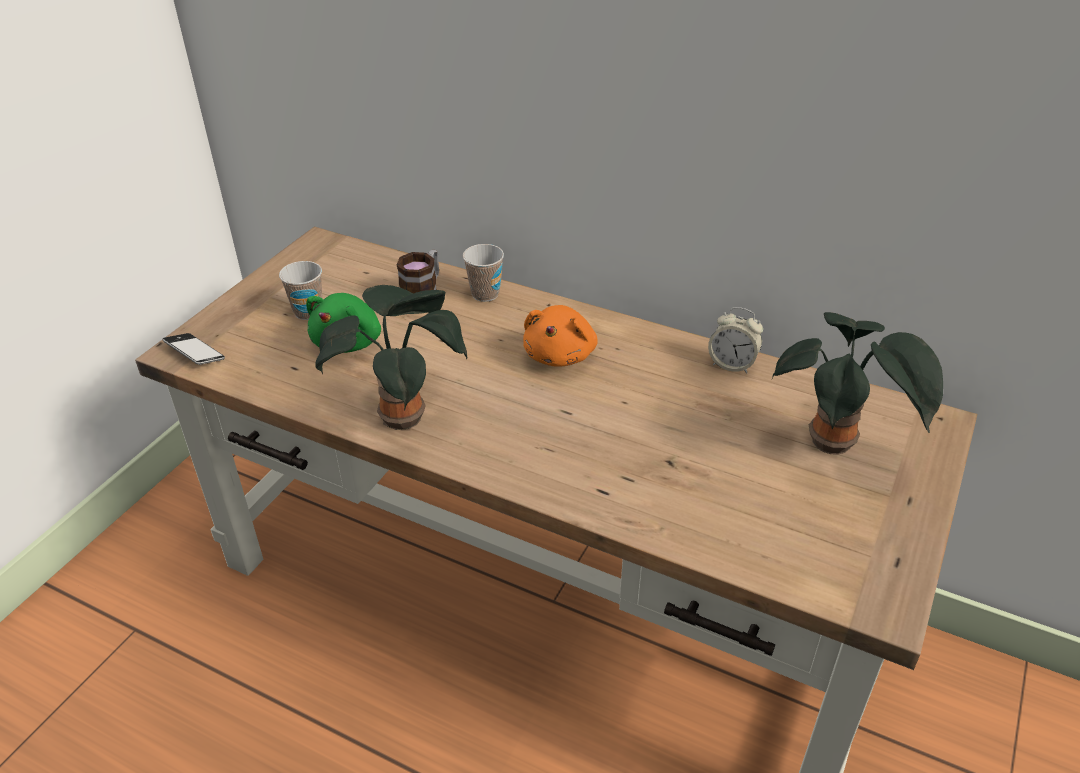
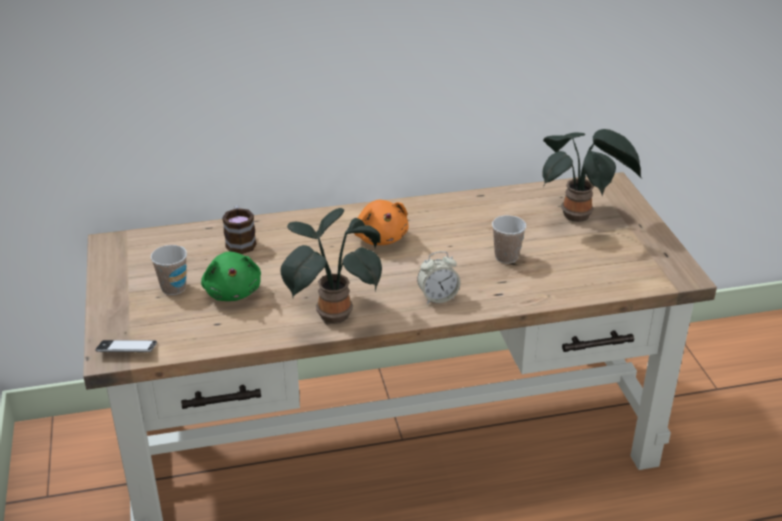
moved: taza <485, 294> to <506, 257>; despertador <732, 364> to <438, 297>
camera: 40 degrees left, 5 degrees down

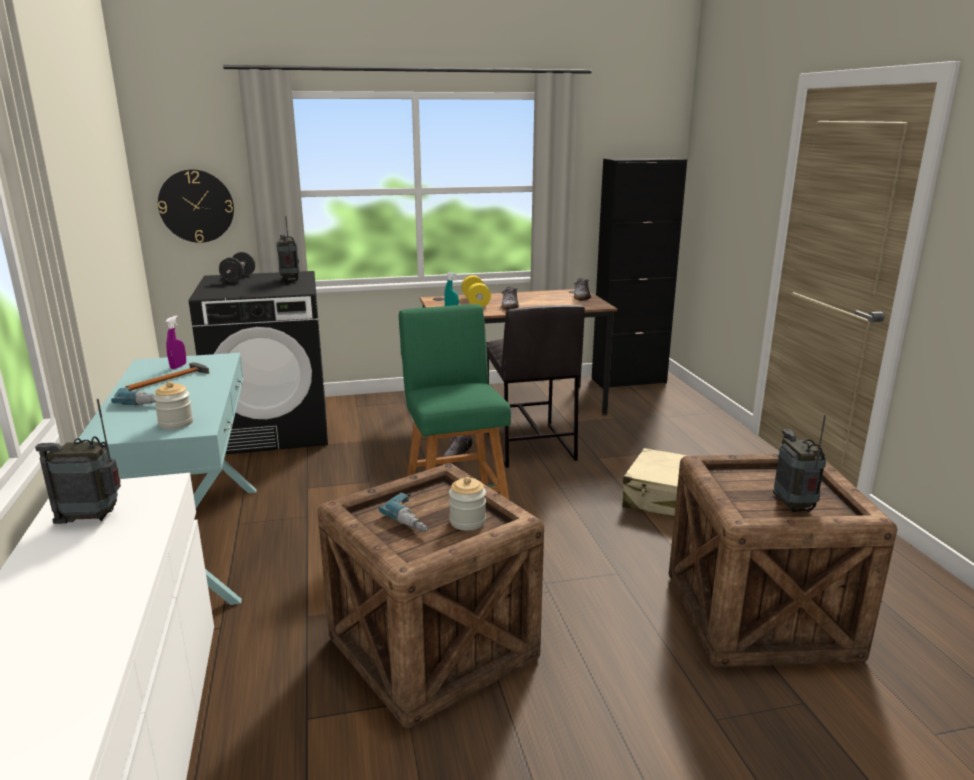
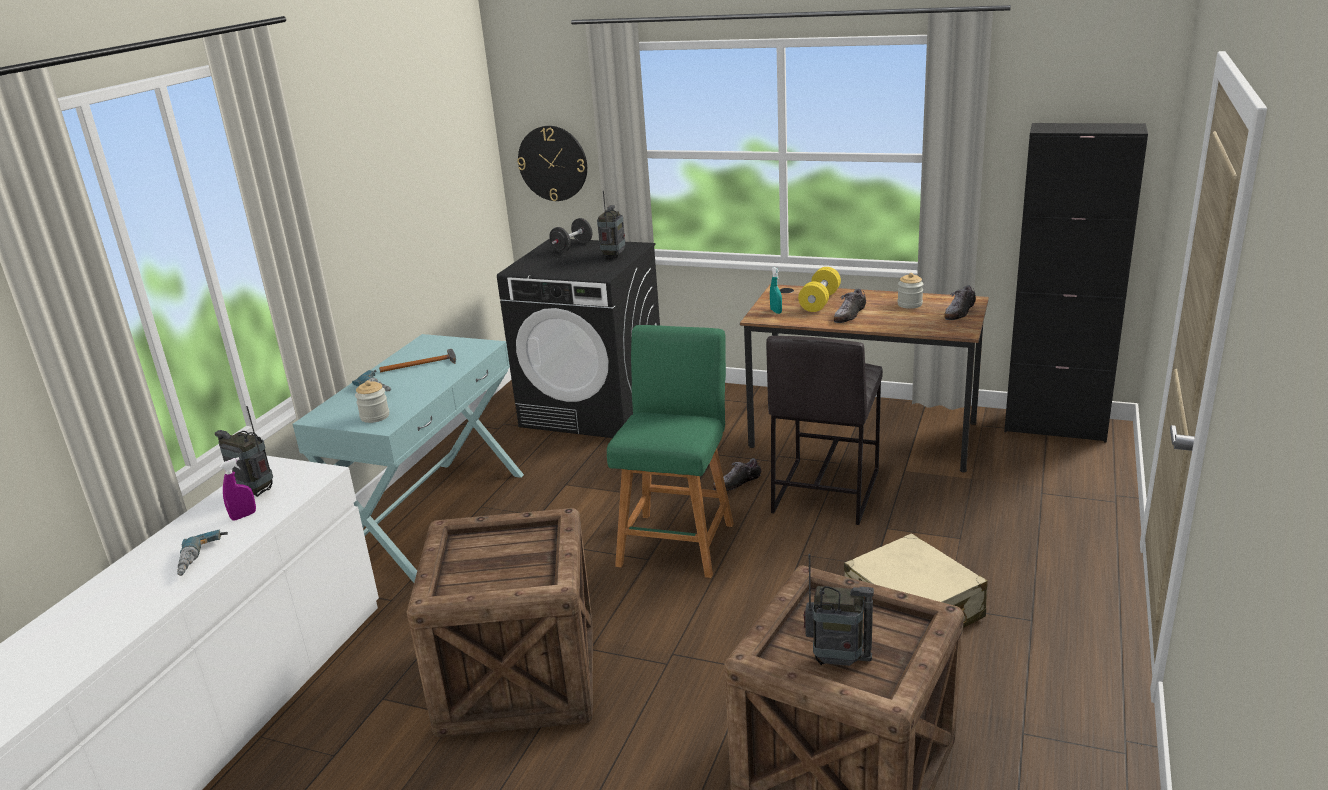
moved: pulverizador (morado) <178, 366> to <244, 516>; tarro <467, 521> to <909, 304>; taladro <413, 519> to <203, 559>
turned: radio <793, 506> = <837, 661> 75 degrees clockwise
camera: 35 degrees right, 5 degrees up

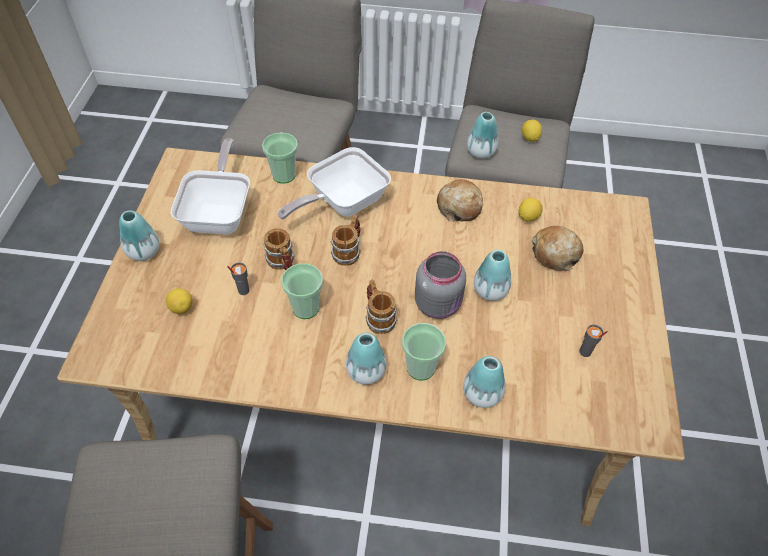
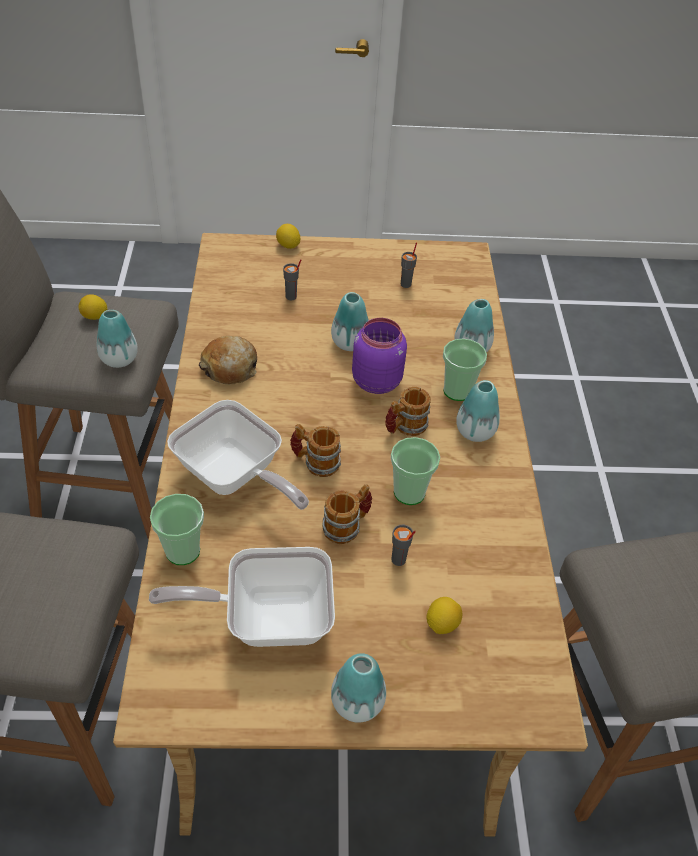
moved: limón <528, 217> to <288, 246>
replaced: pan <555, 253> to taza (gris) <291, 297>
recoloured: tarro (gris) <439, 304> to tarro (morado) <376, 380>
camera: 100 degrees left, 5 degrees down

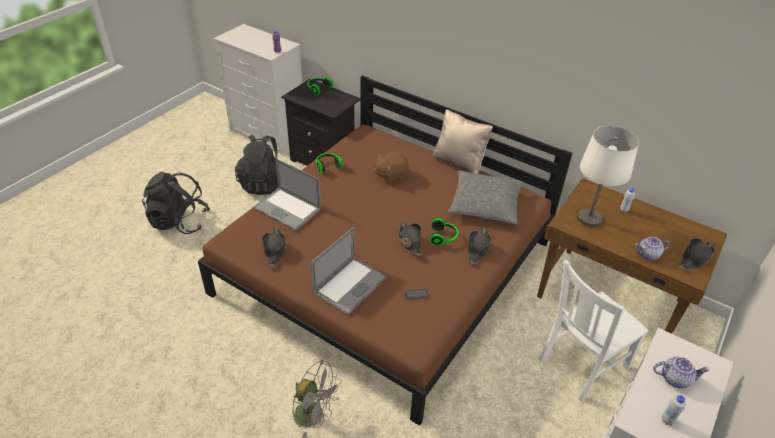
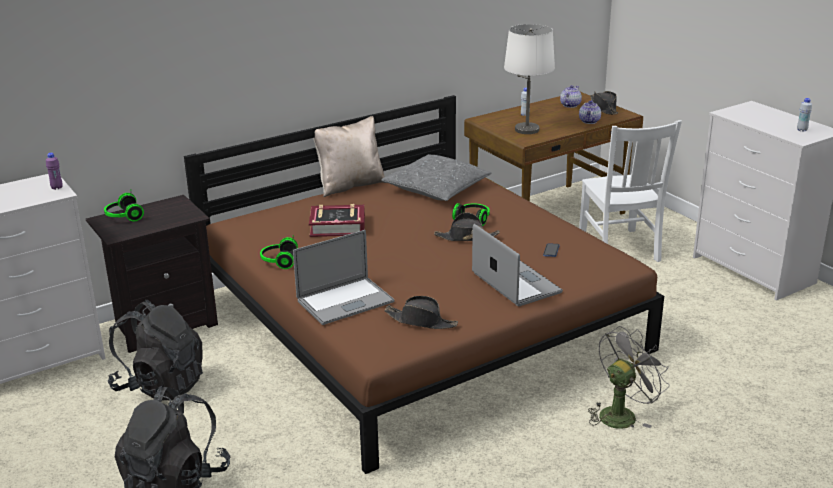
removed: sombrero (negro) <478, 249>
moved: tetera <675, 378> to <570, 105>
replaced: peluche (marrón) <391, 175> to libro <337, 226>
camera: 65 degrees left, 15 degrees down

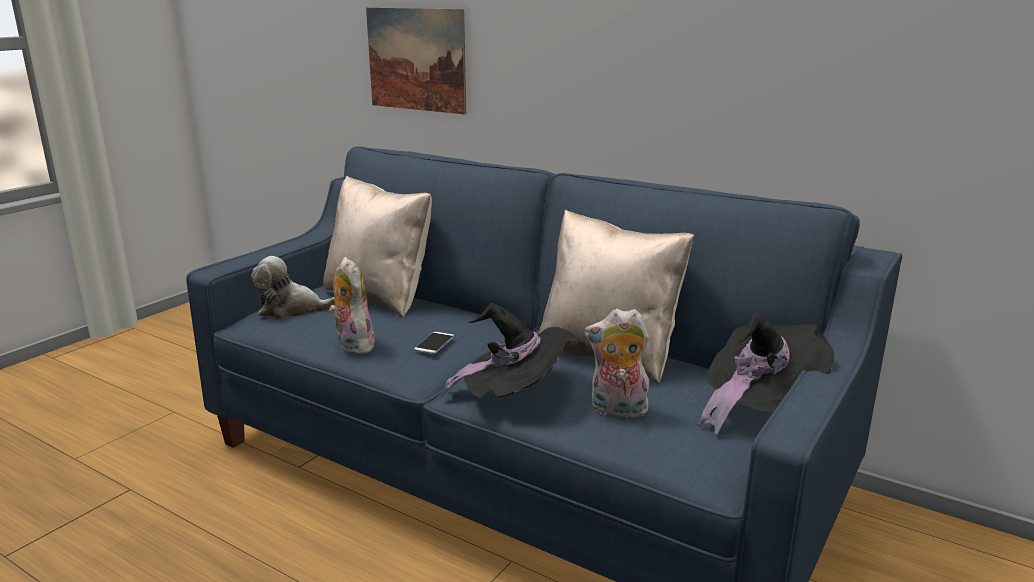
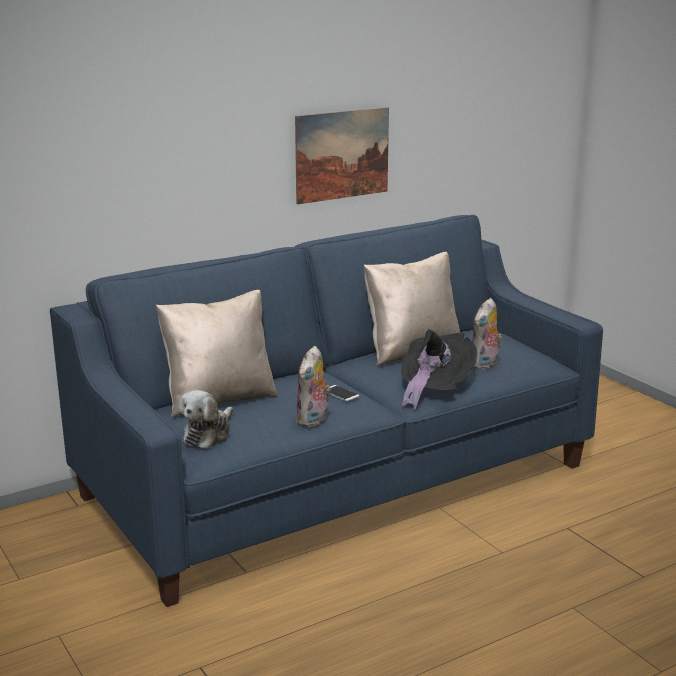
removed: sombrero (negro) <757, 405>
moved: cuadro <416, 59> to <342, 154>
turned: peluche <352, 345> = <313, 420> 60 degrees counterclockwise
camera: 65 degrees left, 0 degrees up

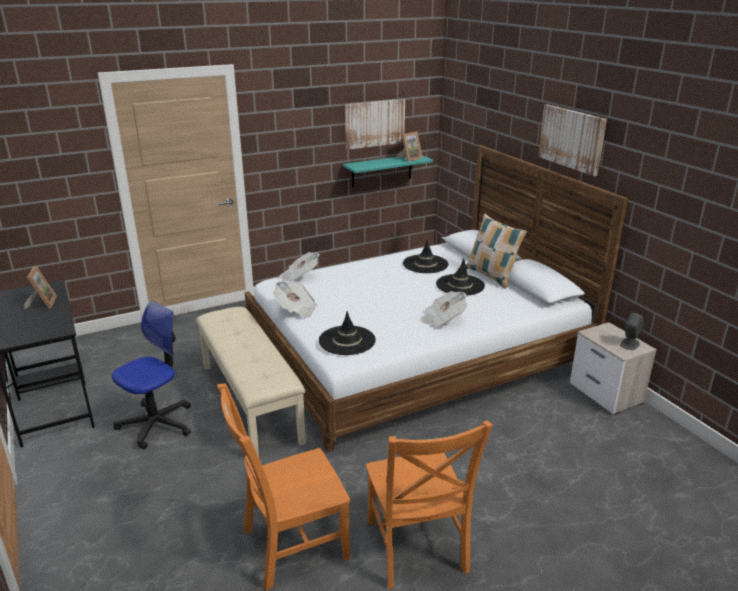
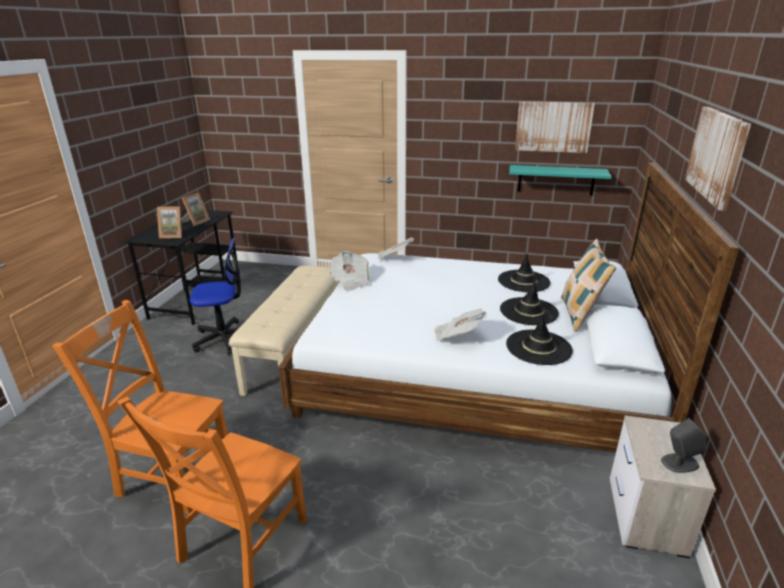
moved: portarretratos <409, 158> to <173, 235>; sombrero (negro) <347, 340> to <538, 347>
camera: 40 degrees right, 0 degrees up

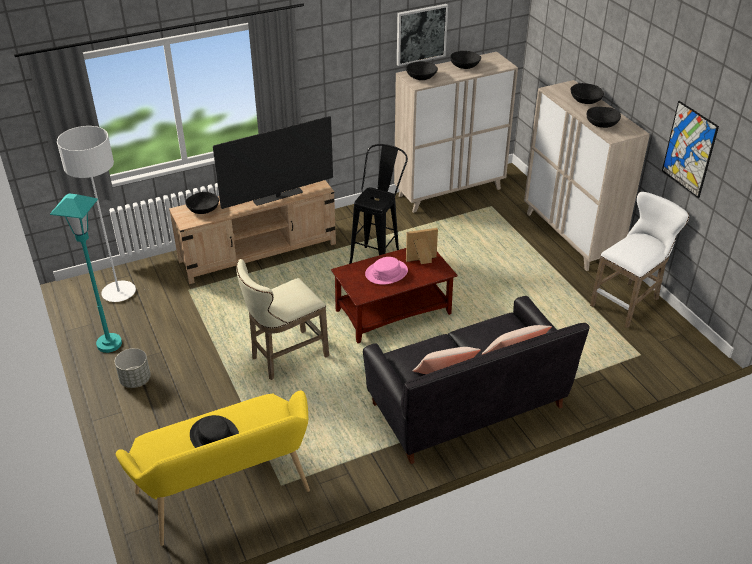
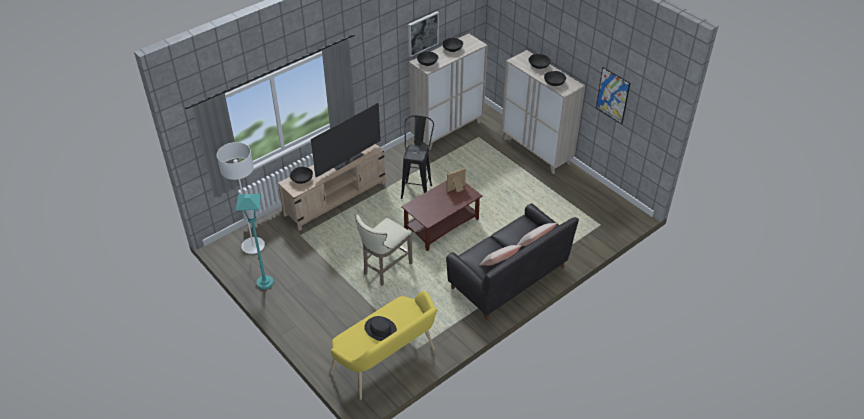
removed: taburete (blanco) <629, 302>; sombrero (rosa) <386, 272>; maceta (gris) <135, 380>
camera: 15 degrees left, 5 degrees up

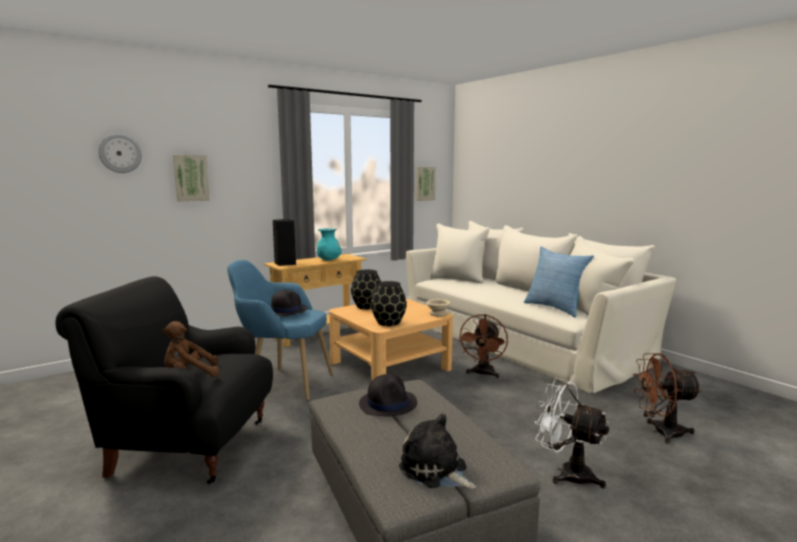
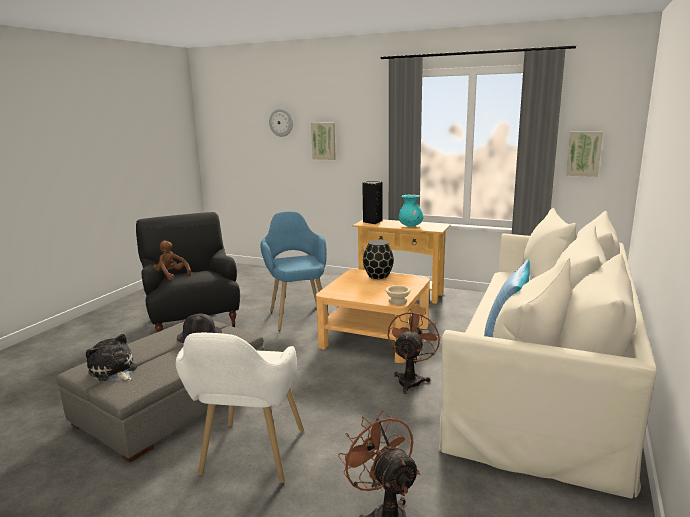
removed: florero (negro) <388, 322>; sombrero (negro) <286, 310>
replaced: ventilador (blanco) <567, 473> to sillón (blanco) <249, 461>
turned: ventilador (marrón) <483, 374> = <411, 379> 120 degrees clockwise; peluche <435, 470> = <114, 371> 60 degrees counterclockwise
camera: 60 degrees right, 5 degrees up

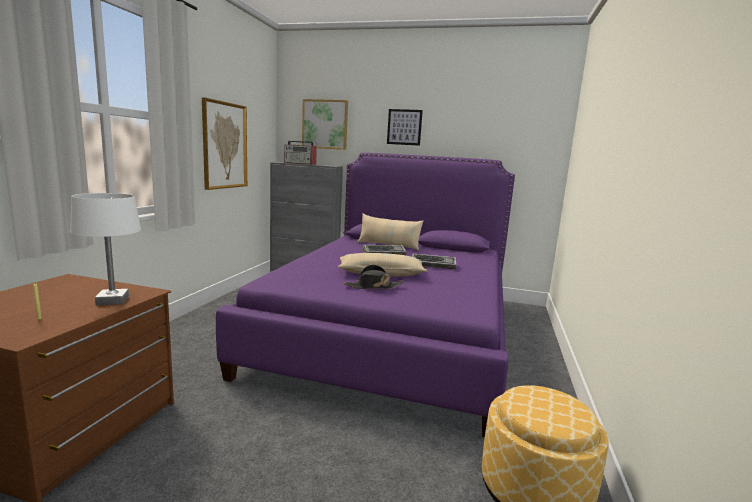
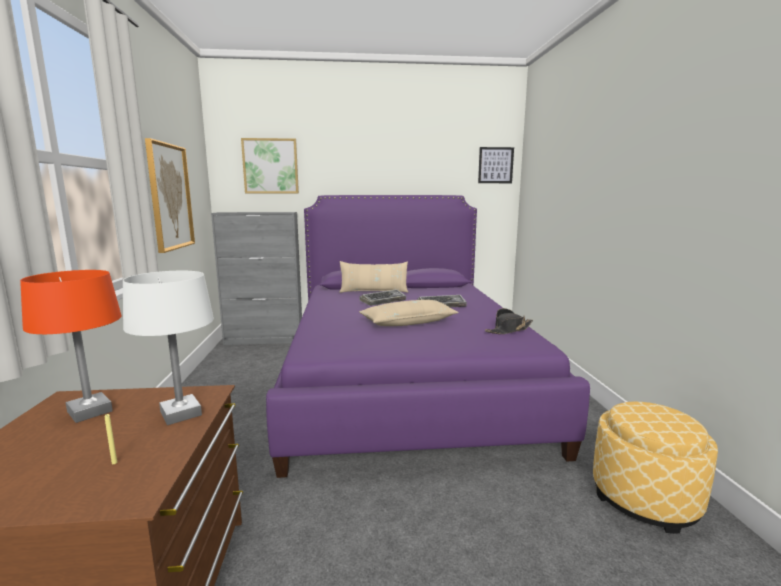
removed: radio <300, 163>
added: lámpara de mesa (naranja) <89, 411>
moved: cuadro <404, 127> to <495, 165>; sombrero (negro) <373, 287> to <509, 330>
camera: 20 degrees left, 0 degrees up

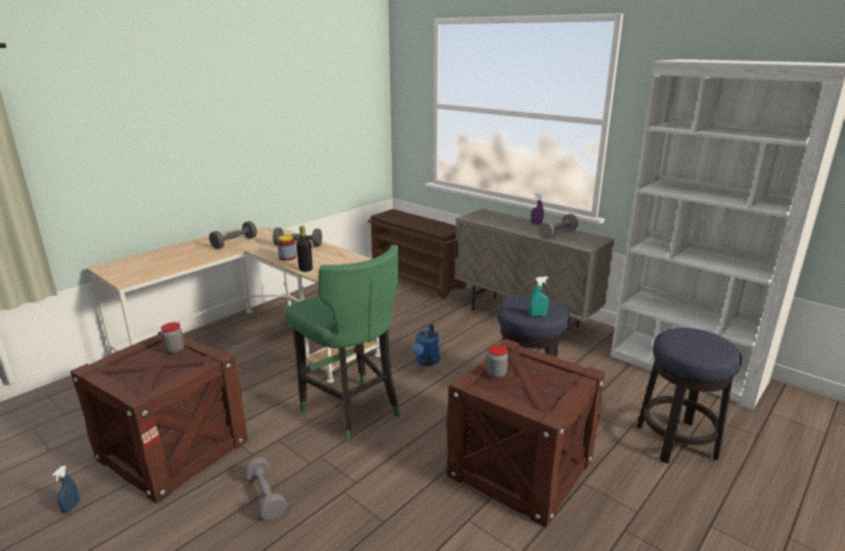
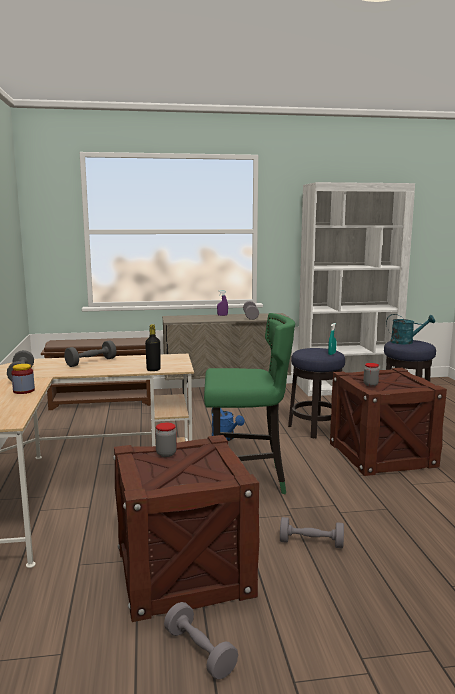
added: regadera (turquesa) <406, 342>
moved: tarro <287, 257> to <24, 391>
replaced: pulverizador (azul) <71, 507> to mancuerna (gris) <199, 652>
camera: 50 degrees left, 10 degrees down

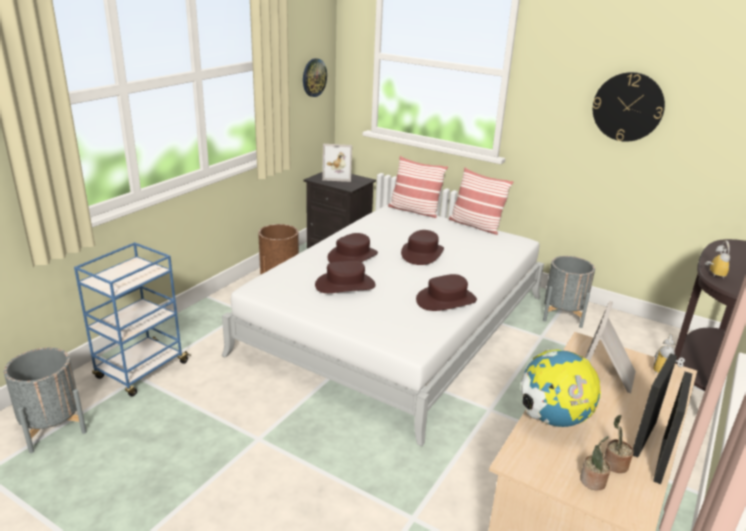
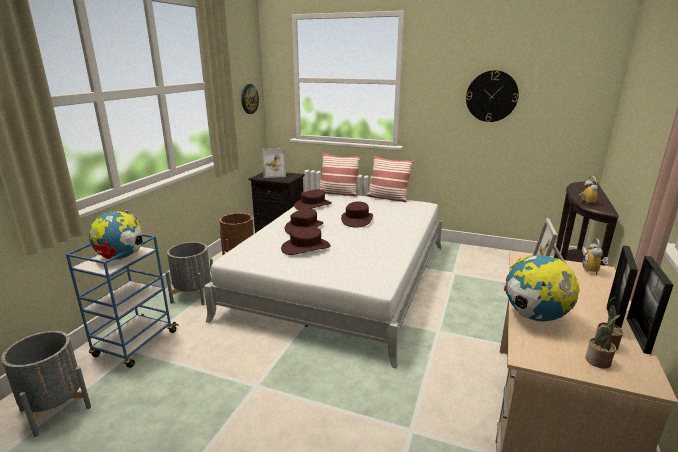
added: globo terráqueo <121, 257>
moved: maceta (gris) <562, 315> to <193, 295>; sombrero (marrón) <446, 300> to <313, 205>
camera: 10 degrees left, 5 degrees down

